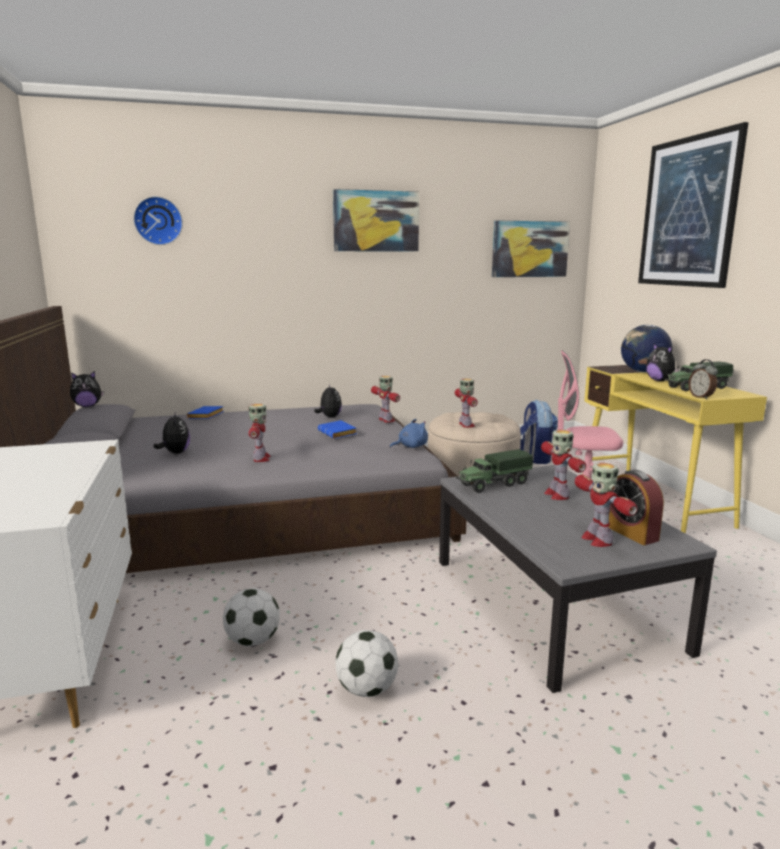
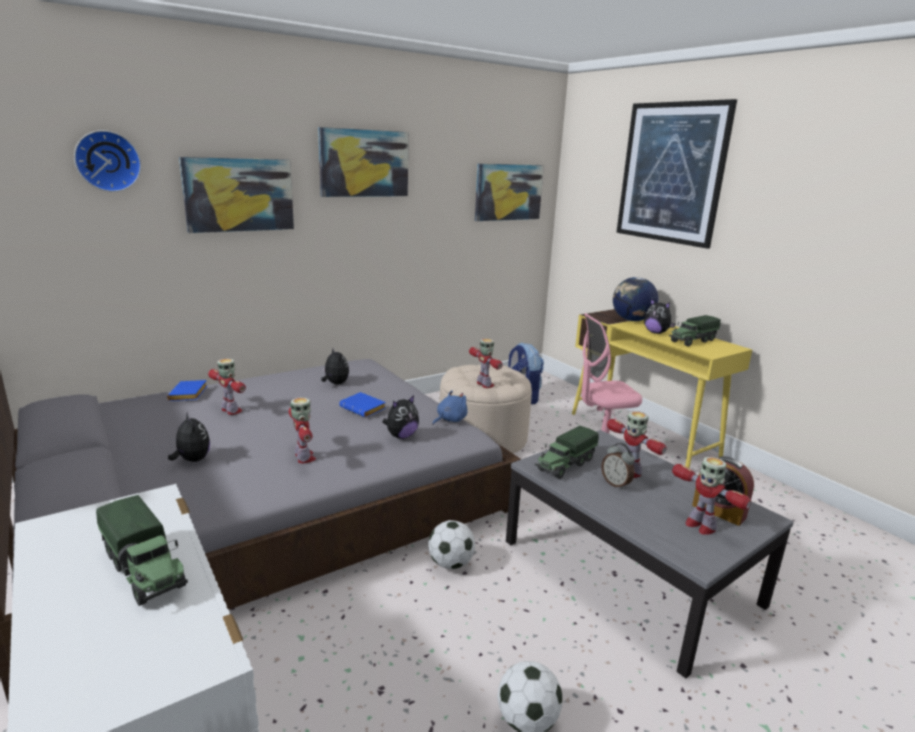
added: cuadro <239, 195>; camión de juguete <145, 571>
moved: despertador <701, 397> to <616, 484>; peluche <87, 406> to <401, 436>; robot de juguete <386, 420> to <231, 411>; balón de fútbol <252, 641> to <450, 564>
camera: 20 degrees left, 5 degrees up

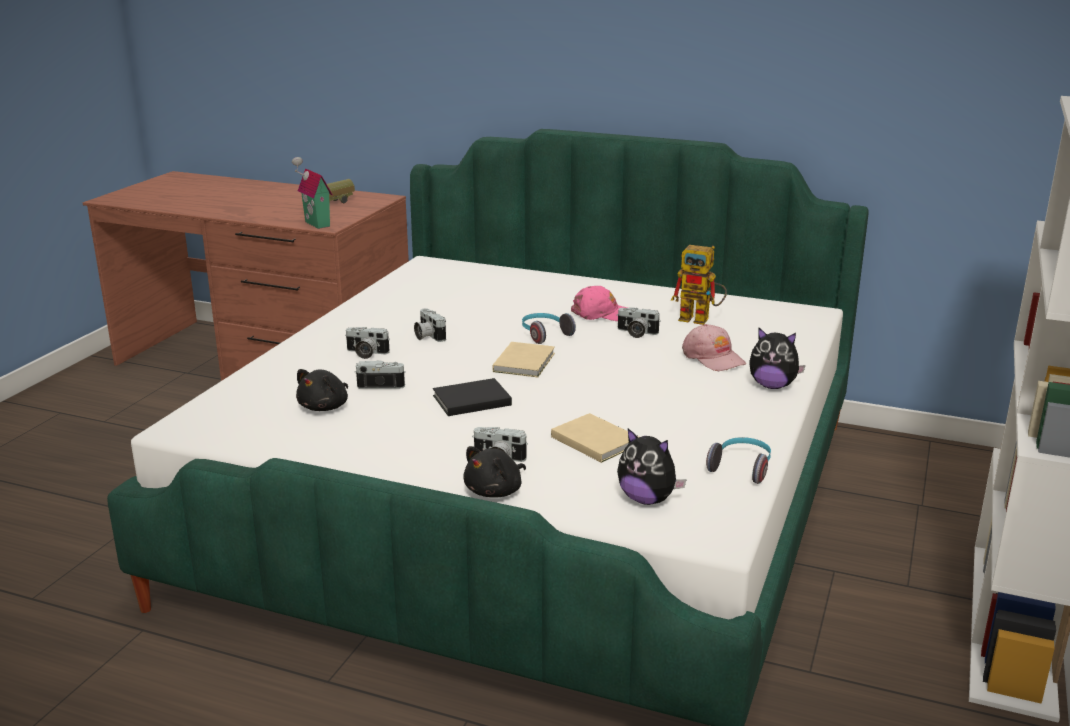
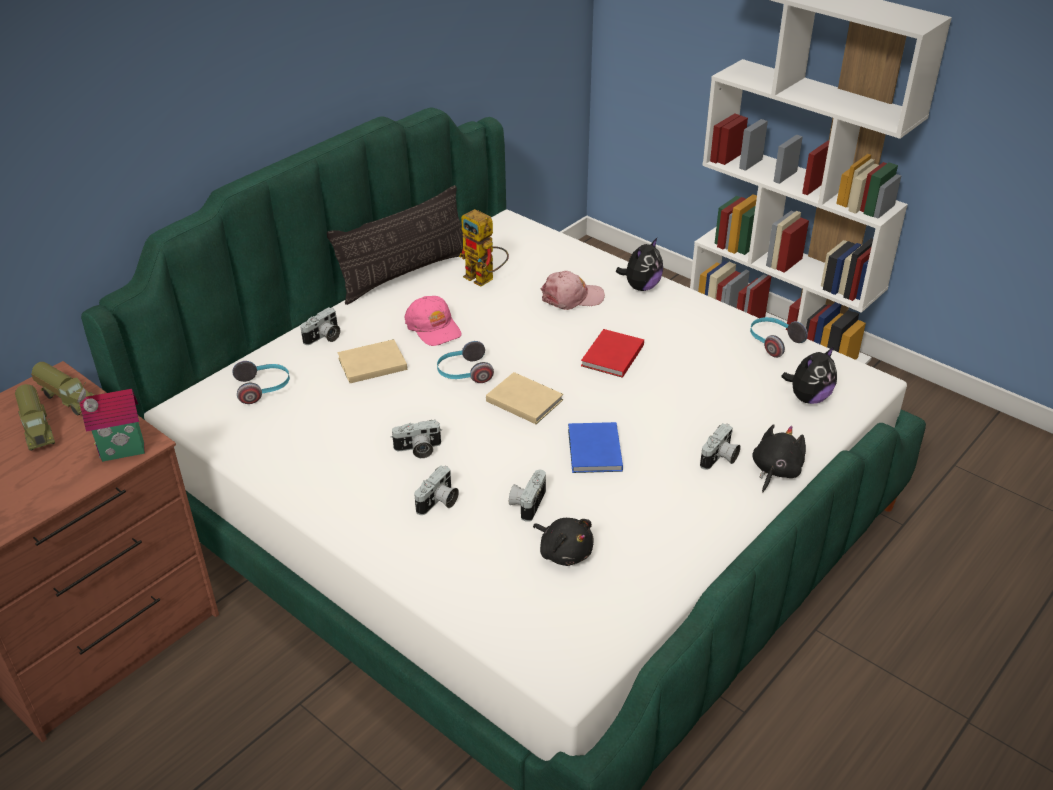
added: cojín <406, 274>; libro (rojo) <611, 356>; auriculares <263, 388>; camión de juguete <69, 398>
moved: cámara <636, 333> to <324, 337>; libro (beis) <594, 440> to <370, 363>
recoloured: libro (negro) <469, 400> to libro (azul) <593, 451>
turned: robot de juguete <701, 319> = <485, 279> 90 degrees clockwise; gorra (rosa) <602, 313> = <433, 327> 120 degrees clockwise; peluche (negro) <495, 491> = <775, 471> 120 degrees counterclockwise
camera: 70 degrees left, 15 degrees up

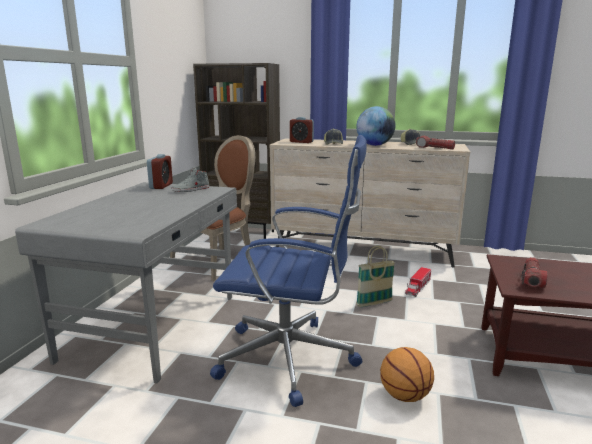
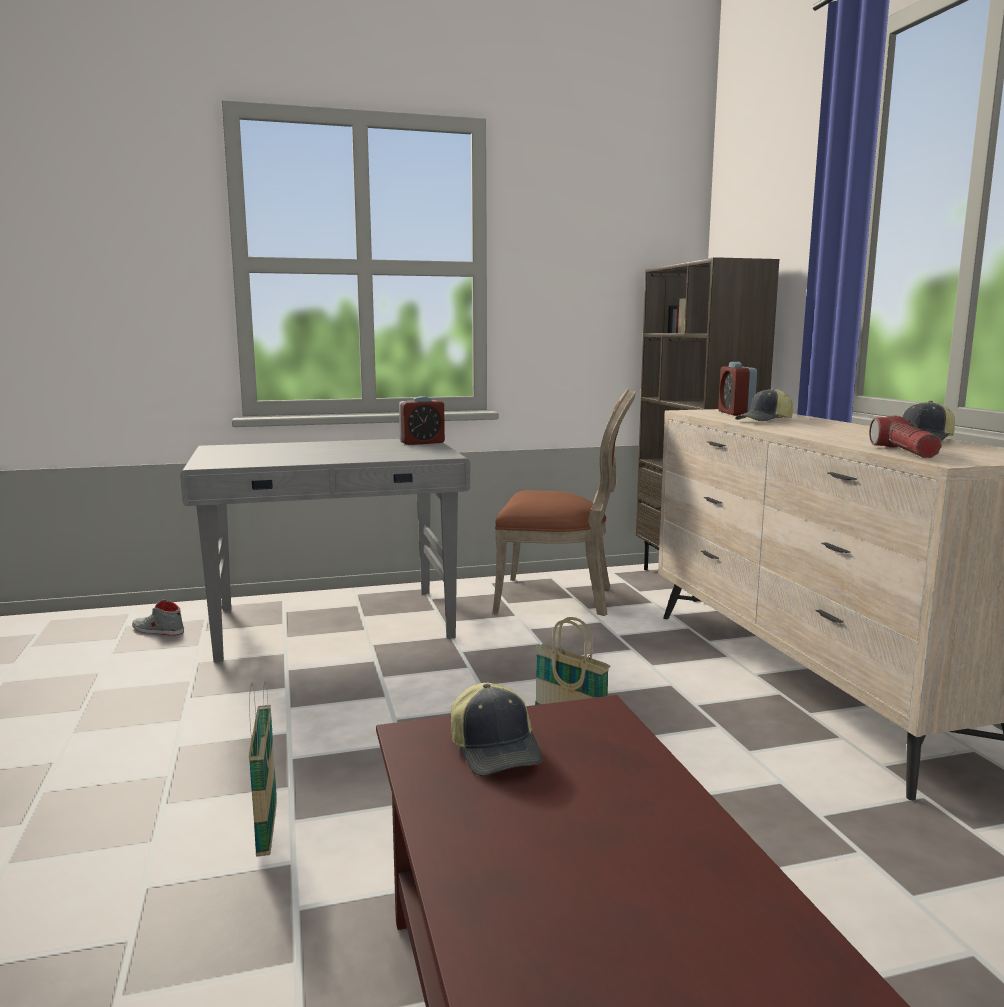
removed: globo terráqueo <374, 145>; silla de oficina (azul) <291, 359>; camión de juguete <417, 288>
moved: zapato (gris) <191, 189> to <157, 630>
replaced: linterna <531, 279> to gorra <496, 750>; balón de baloncesto <405, 396> to cesta <267, 829>
camera: 60 degrees right, 5 degrees down

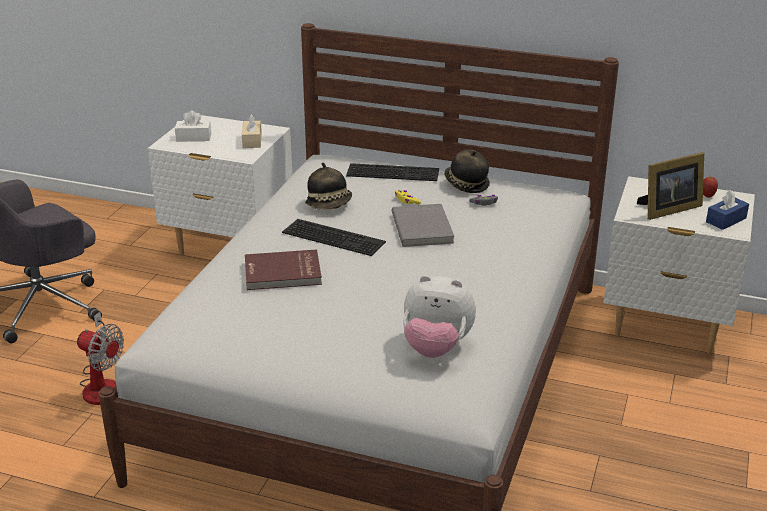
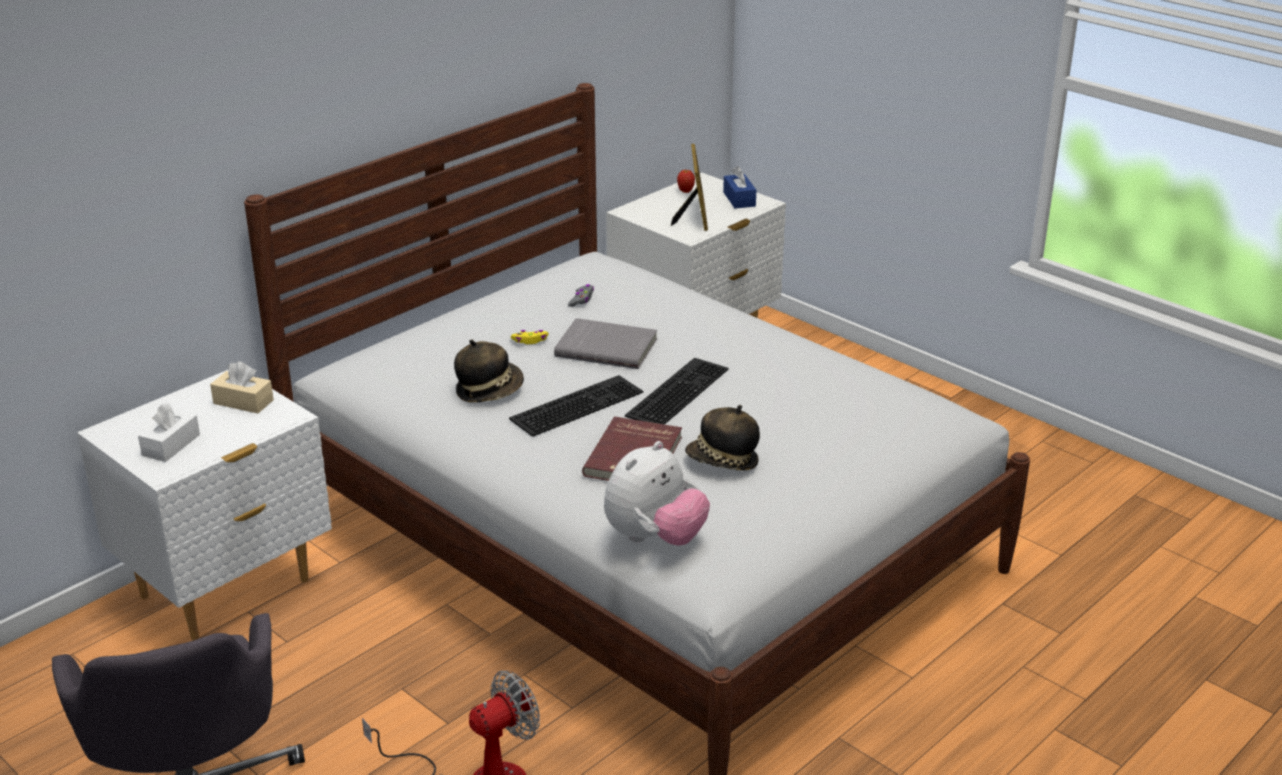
moved: sombrero <465, 184> to <722, 462>; teclado <394, 172> to <676, 391>; peluche <436, 348> to <655, 538>
camera: 65 degrees left, 0 degrees up

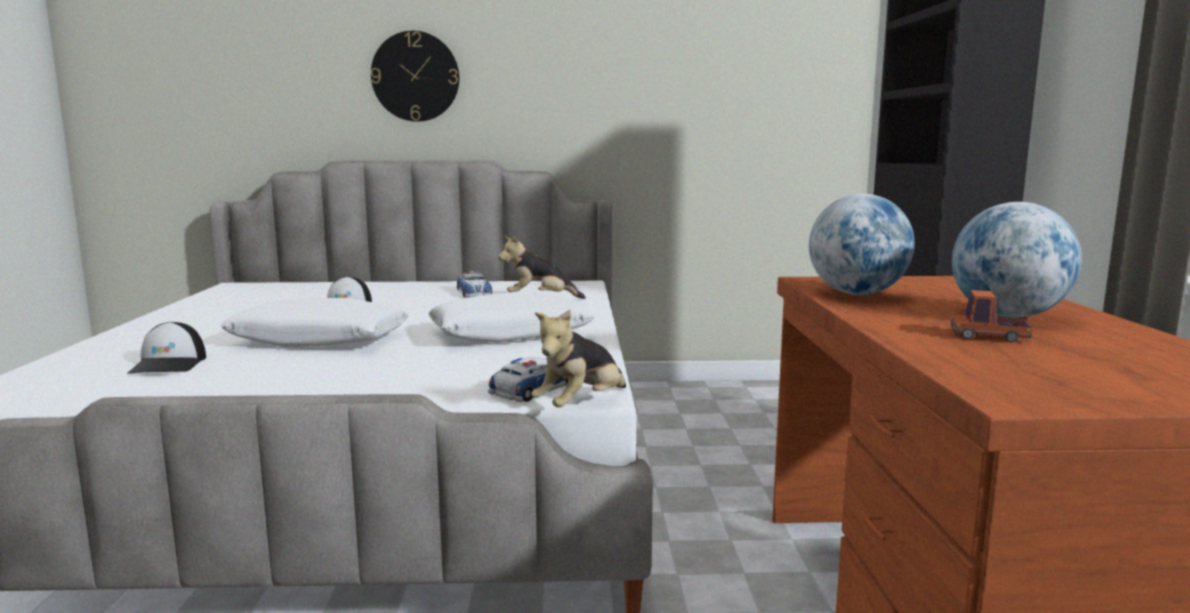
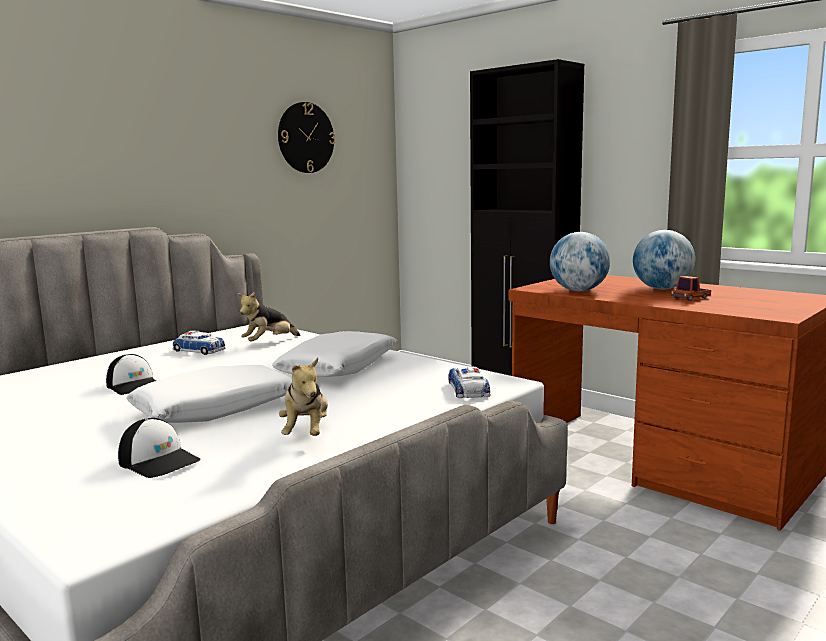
moved: reloj de pared <415, 76> to <306, 137>; peluche <581, 405> to <307, 433>
camera: 45 degrees left, 0 degrees up

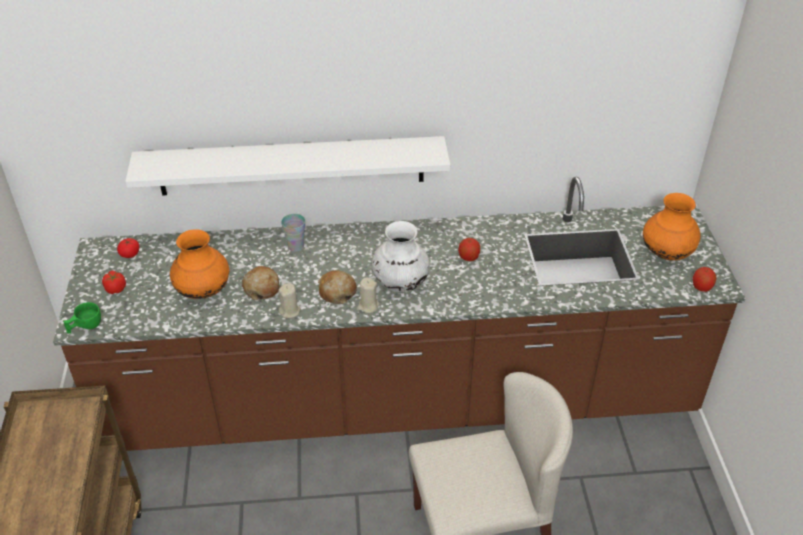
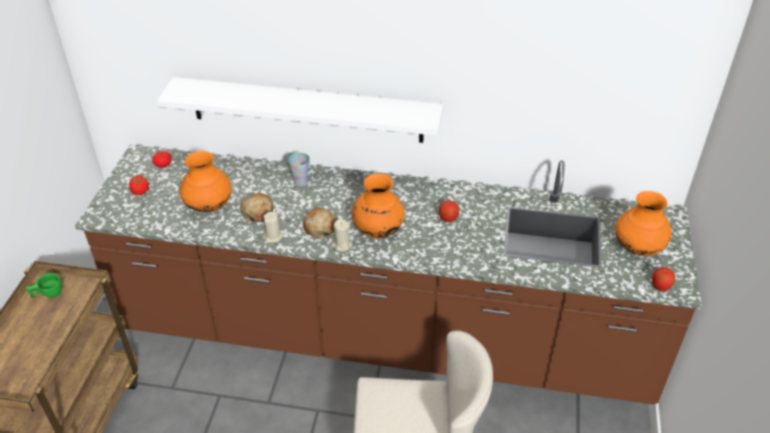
moved: taza (verde) <85, 327> to <47, 294>
recoloured: florero (blanco) <400, 284> to florero (naranja) <378, 230>
camera: 15 degrees right, 0 degrees up

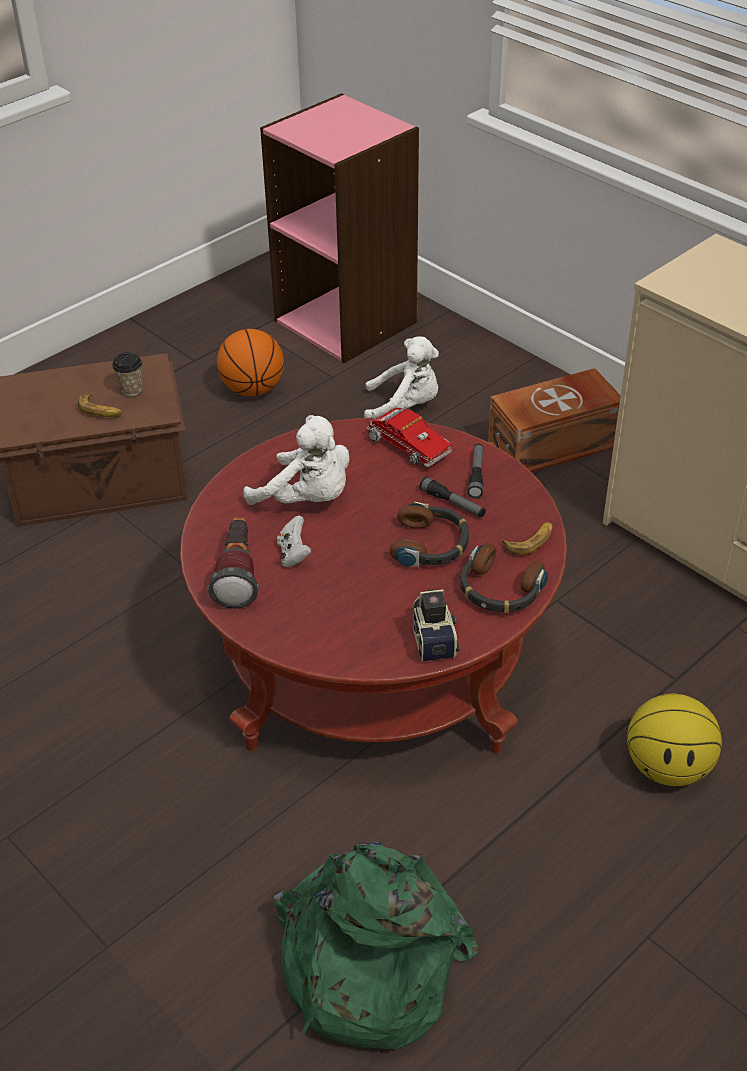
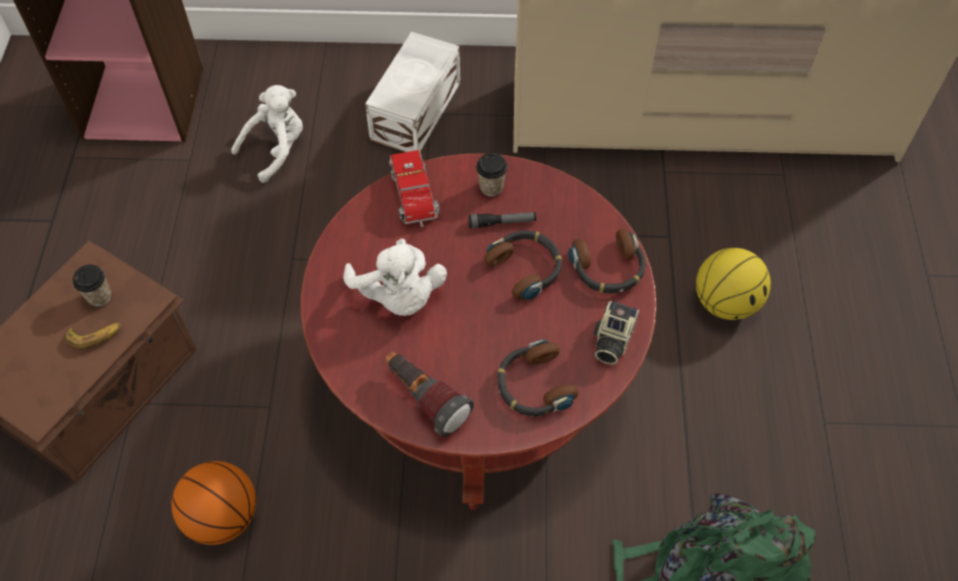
removed: mando de consola (blanco) <293, 554>; plátano <530, 541>
added: auriculares <533, 385>
moved: balón de baloncesto <253, 389> to <222, 516>
replaced: linterna <476, 475> to taza <491, 187>
recoloured: caja de almacenaje (marrón) <555, 445> to caja de almacenaje (blanco) <418, 110>
turned: camión de juguete <405, 445> = <414, 198> 105 degrees counterclockwise; peluche (blanco) <307, 499> = <398, 296> 75 degrees clockwise; cámara <434, 638> = <611, 340> 105 degrees counterclockwise
camera: 45 degrees left, 15 degrees up

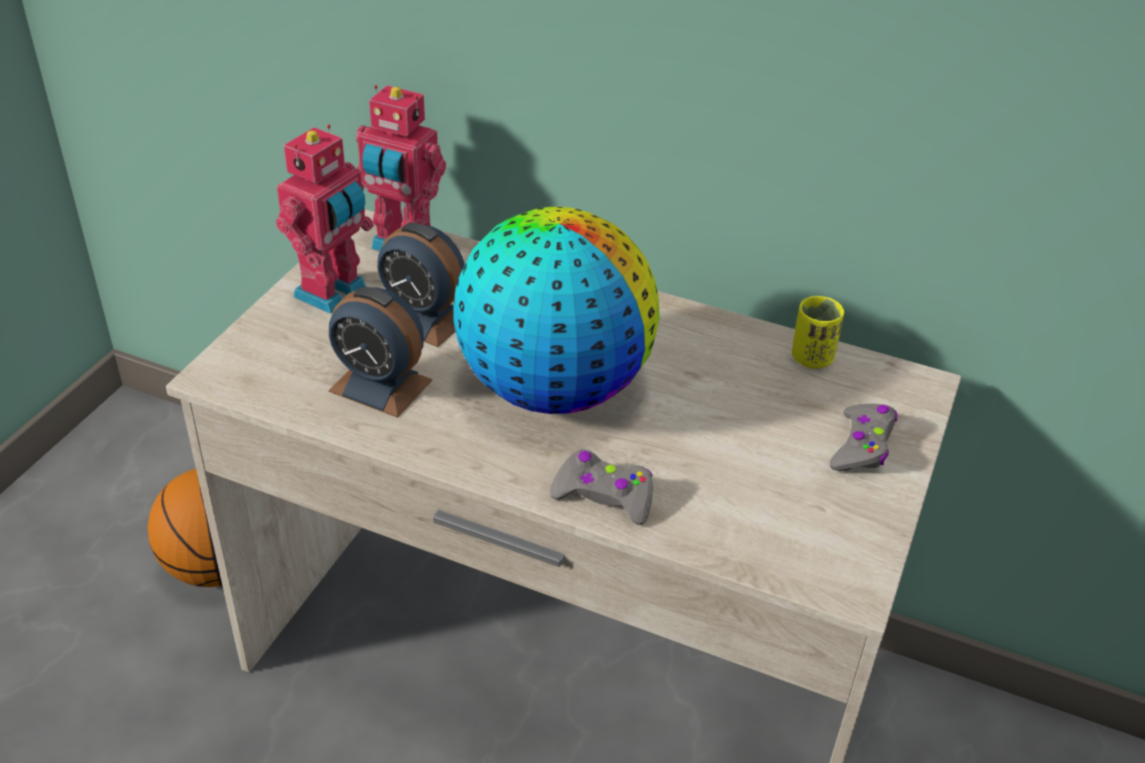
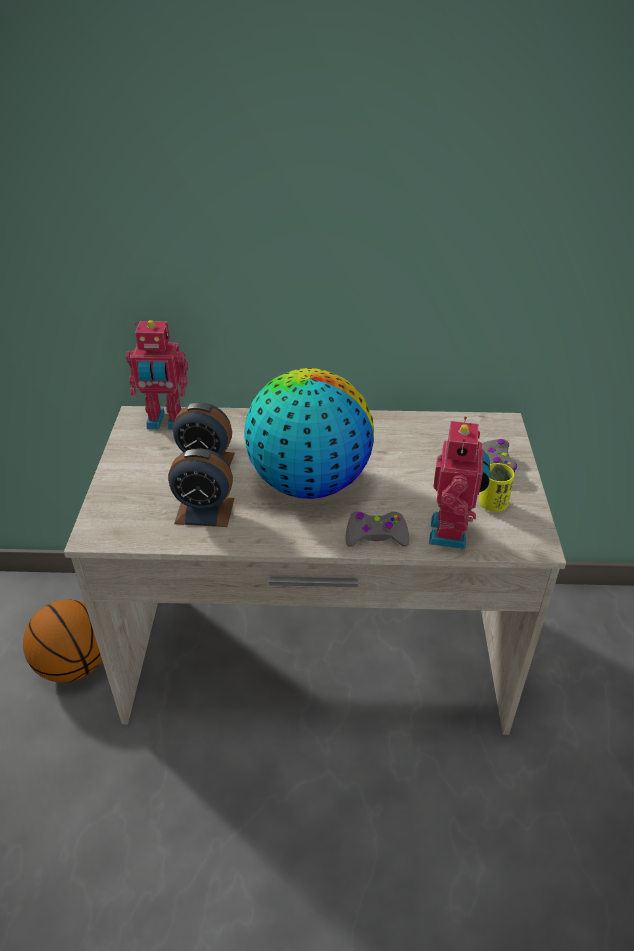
moved: robot de juguete <334, 294> to <452, 533>; taza (amarillo) <811, 358> to <492, 504>
camera: 20 degrees left, 0 degrees up

